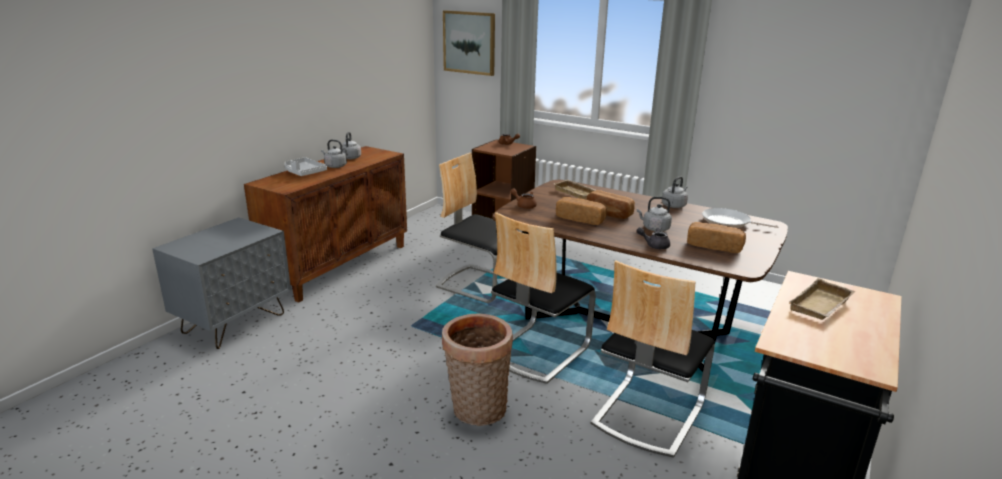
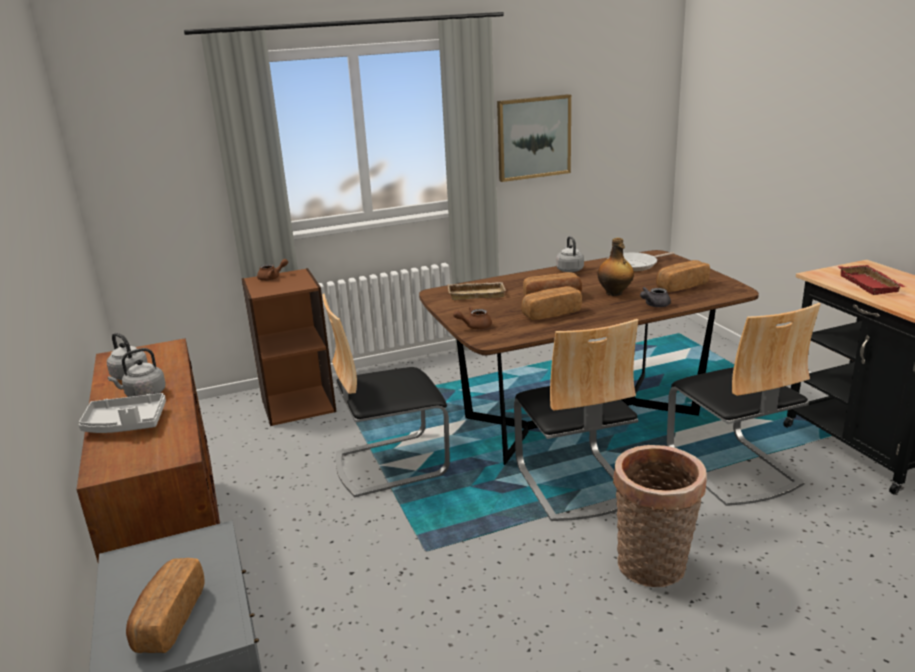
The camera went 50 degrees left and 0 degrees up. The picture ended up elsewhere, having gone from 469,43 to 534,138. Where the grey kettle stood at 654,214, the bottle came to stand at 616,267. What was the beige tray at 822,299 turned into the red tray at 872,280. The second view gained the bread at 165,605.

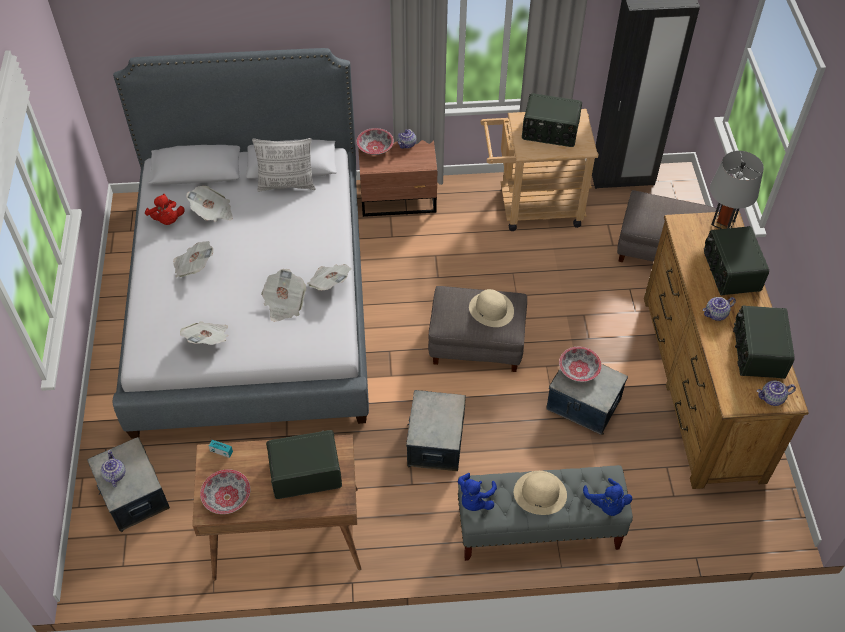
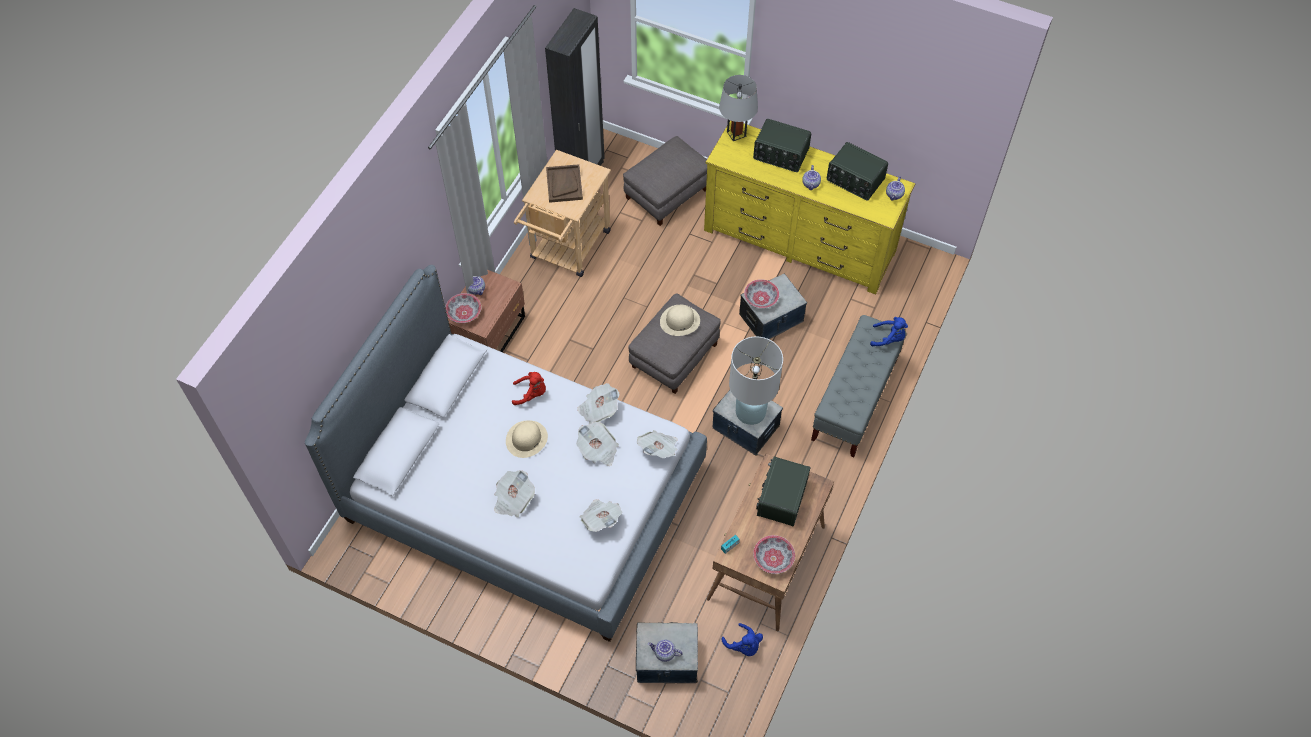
The camera went 60 degrees left and 5 degrees up. Where the radio stood at 552,120, the brown tray came to stand at 564,183. The second view lost the pillow at 284,165. The newspaper ended up elsewhere, having gone from 209,204 to 657,444. The red plush toy ended up elsewhere, having gone from 165,209 to 529,388. What was the brown dresser at 726,350 turned into the yellow dresser at 809,207. The beige hat ended up elsewhere, having gone from 540,493 to 527,439. The blue plush toy ended up elsewhere, having gone from 477,492 to 742,639. The second view gained the white table lamp at 756,381.

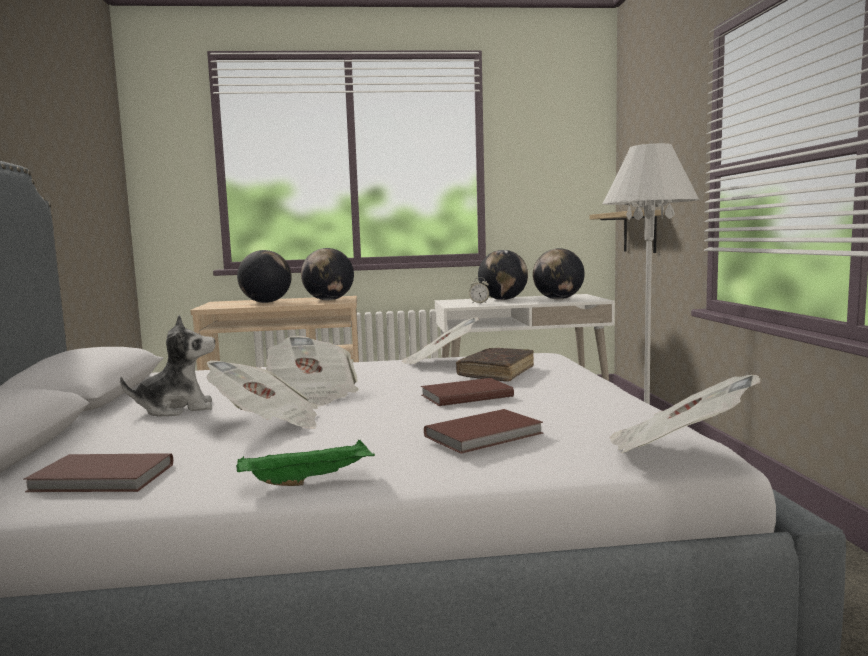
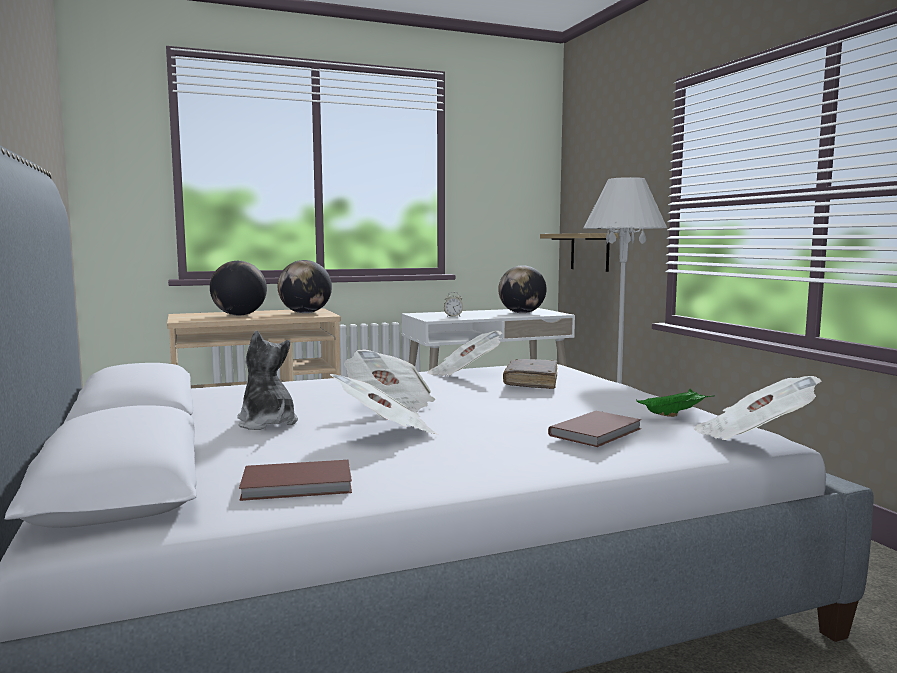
The camera went 15 degrees left and 0 degrees up. The second view lost the globe at 503,275. The plush toy at 167,366 ended up facing another way, 90 degrees counterclockwise from before. The second view lost the brown book at 467,392. The green tray ended up elsewhere, having gone from 305,463 to 675,403.

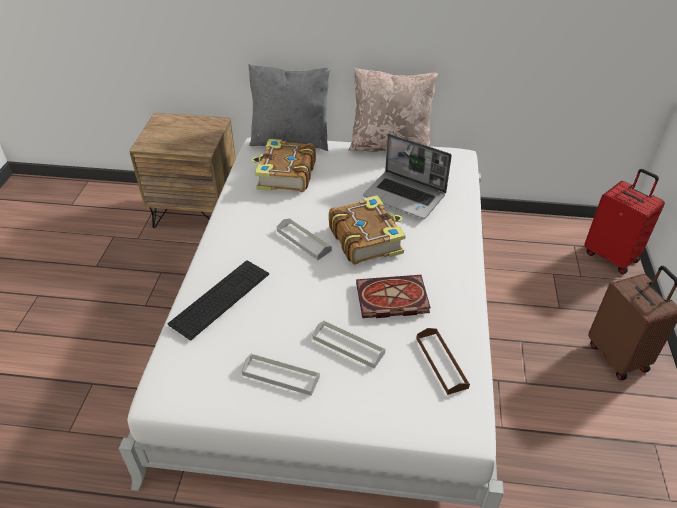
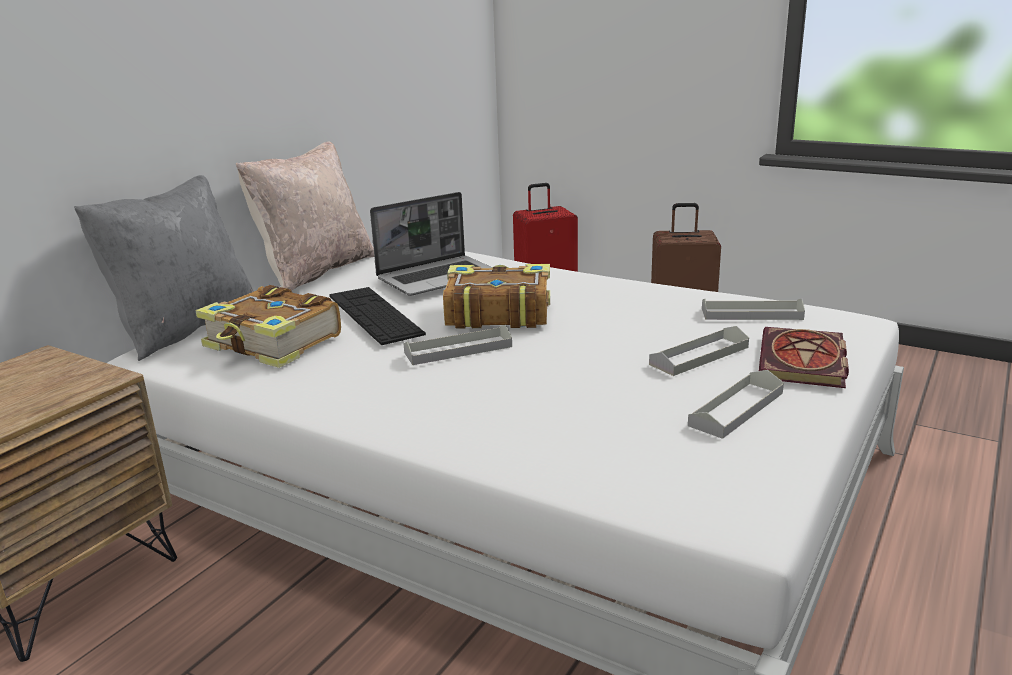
The camera went 65 degrees left and 20 degrees down. The keyboard ended up elsewhere, having gone from 218,300 to 377,316. The book ended up elsewhere, having gone from 393,296 to 804,357. What was the brown tray at 443,361 turned into the grey tray at 753,309.

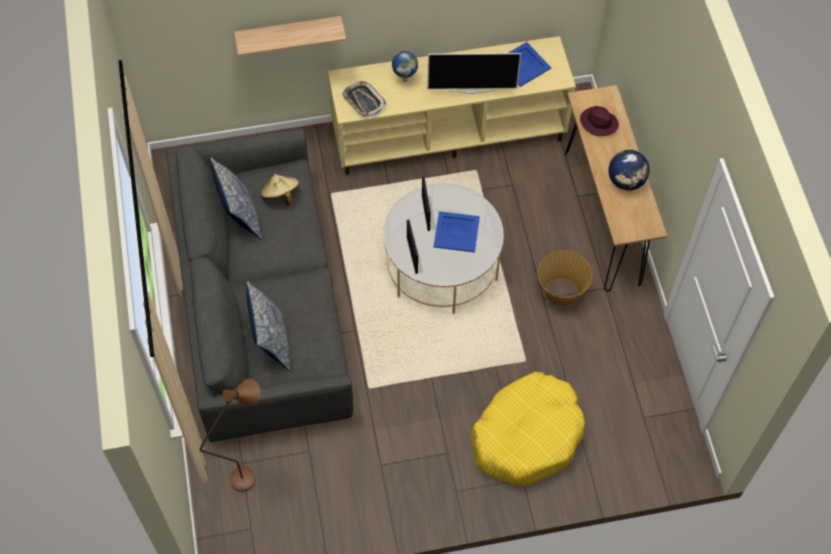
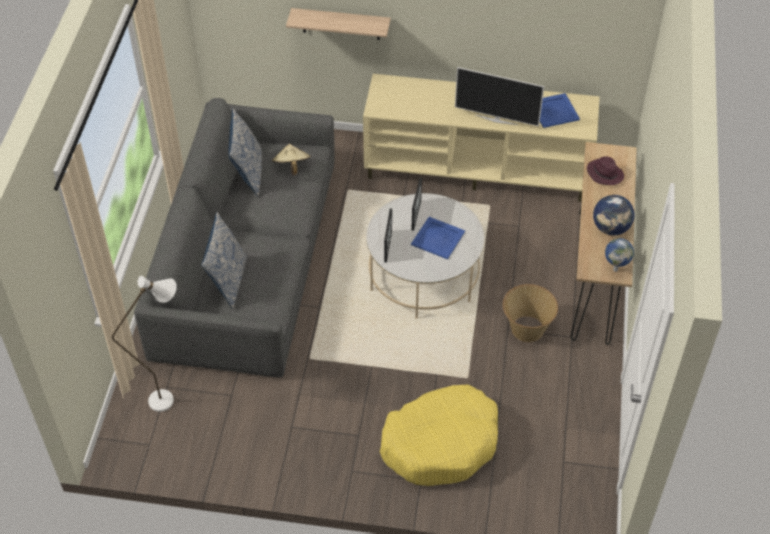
The camera went 20 degrees right and 10 degrees down. The globe ended up elsewhere, having gone from 405,66 to 619,255. The second view lost the tray at 364,99. What was the brown floor lamp at 230,435 turned into the white floor lamp at 144,344.

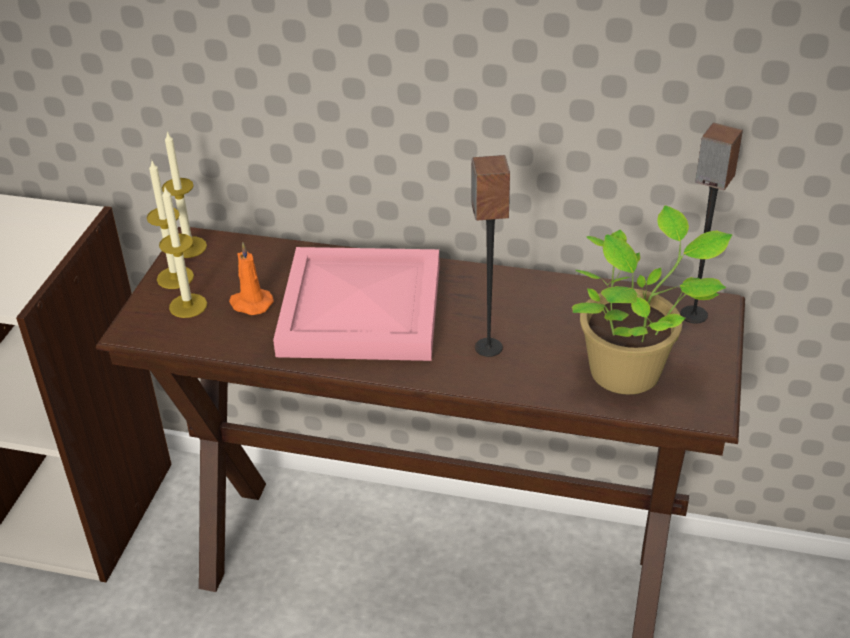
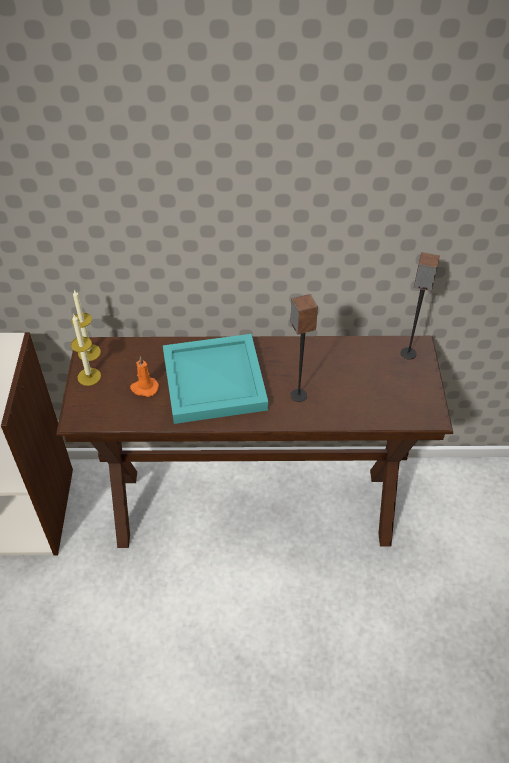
The camera went 15 degrees left and 10 degrees up. The second view lost the candle at 183,253. The second view lost the potted plant at 652,299. What was the pink tray at 356,304 turned into the turquoise tray at 215,379.

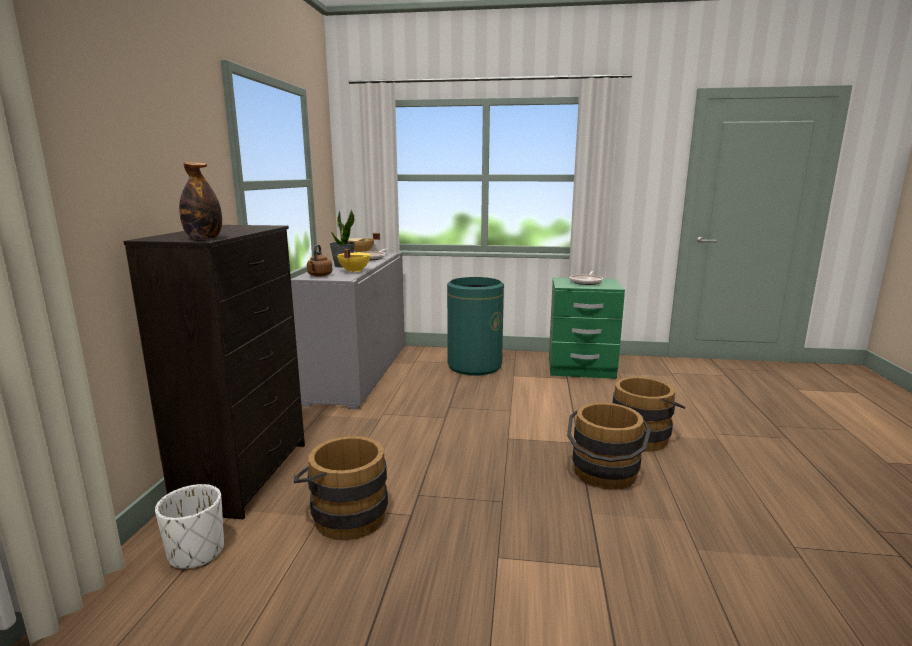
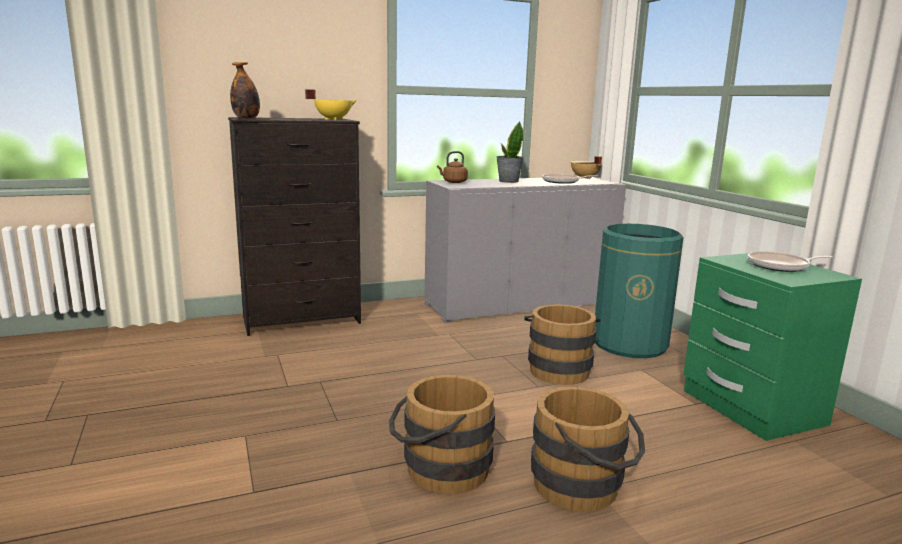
The camera went 60 degrees right and 0 degrees up. The yellow cooking pot ended up elsewhere, having gone from 353,261 to 330,104. The brown bucket ended up elsewhere, having gone from 341,488 to 562,344. The second view lost the white planter at 189,526.

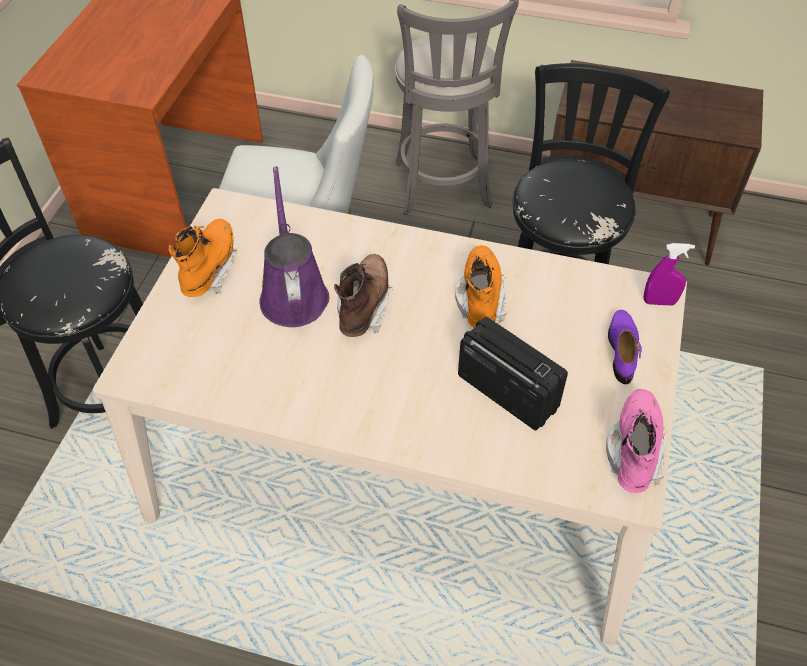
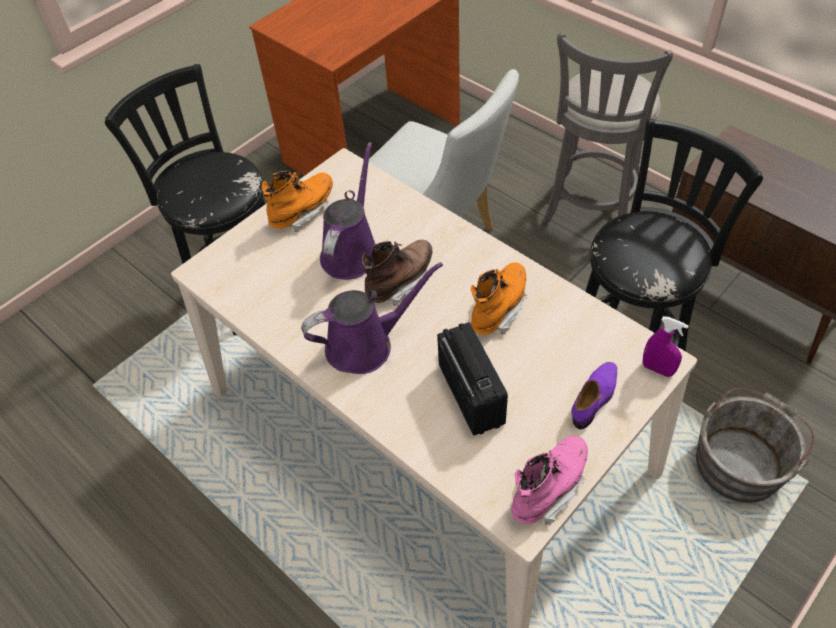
The camera went 30 degrees right and 0 degrees up. The second view gained the purple watering can at 372,318. The second view gained the grey bucket at 755,445.

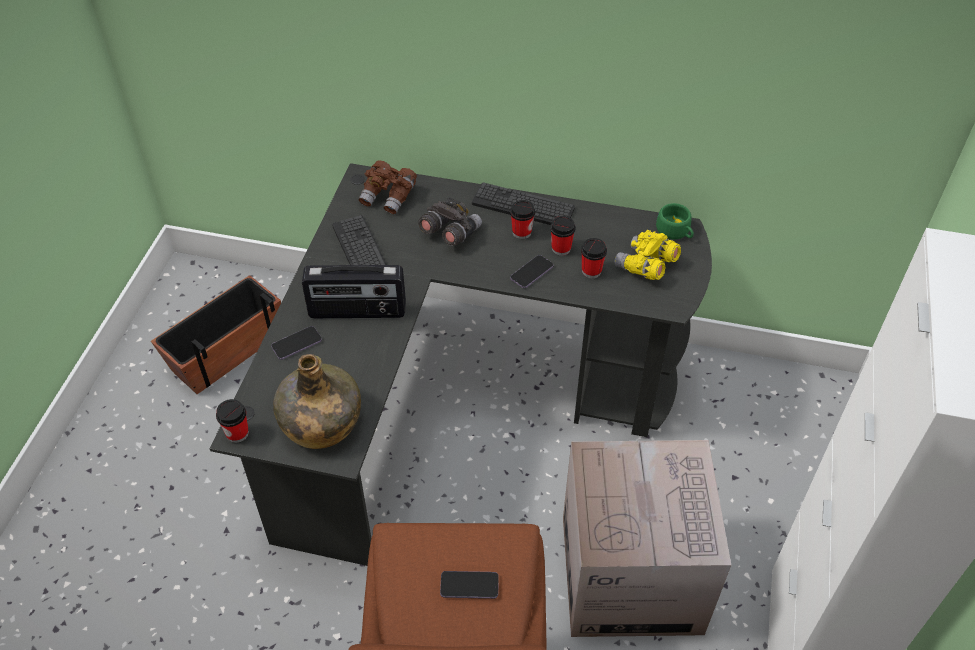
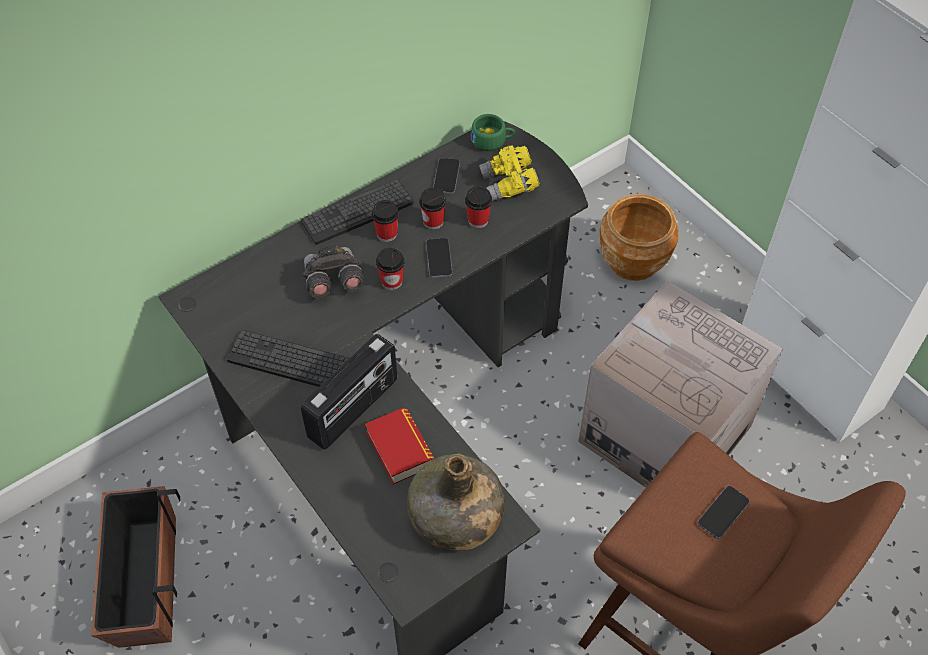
The camera went 50 degrees left and 5 degrees up. The second view lost the brown binoculars at 387,187. The phone ended up elsewhere, having gone from 296,343 to 446,176. The cup ended up elsewhere, having gone from 232,421 to 390,269. The second view gained the brown planter at 639,237. The second view gained the book at 399,446.

